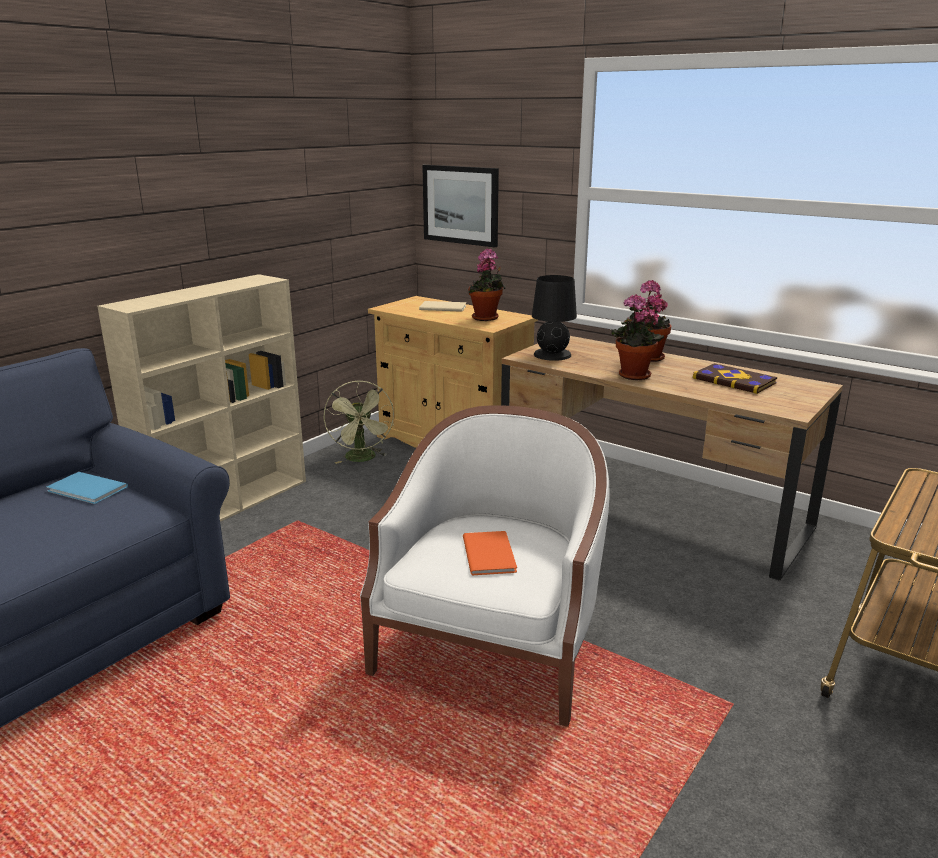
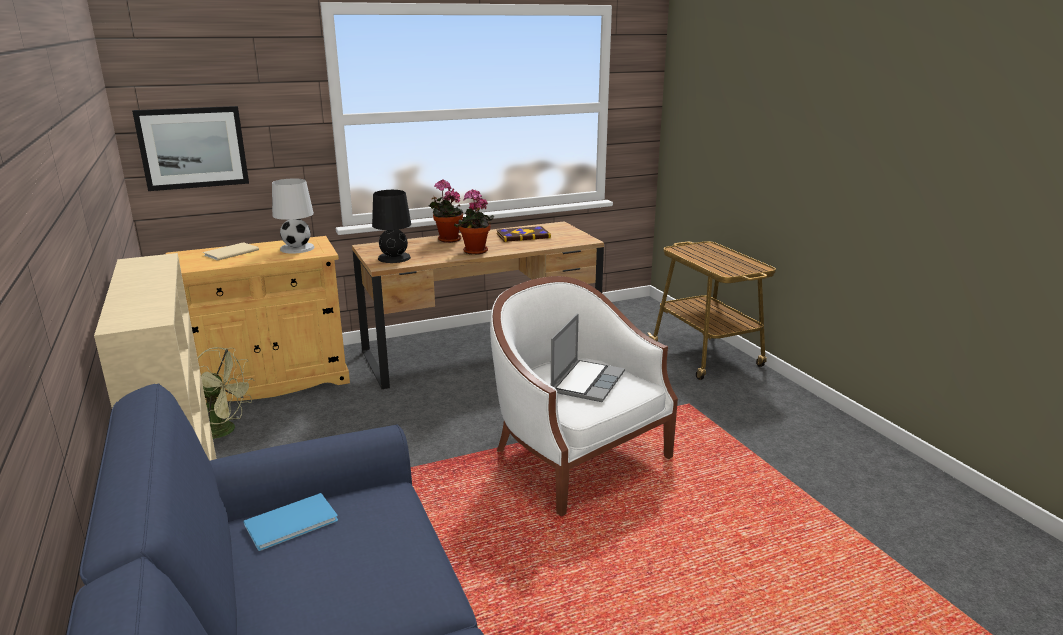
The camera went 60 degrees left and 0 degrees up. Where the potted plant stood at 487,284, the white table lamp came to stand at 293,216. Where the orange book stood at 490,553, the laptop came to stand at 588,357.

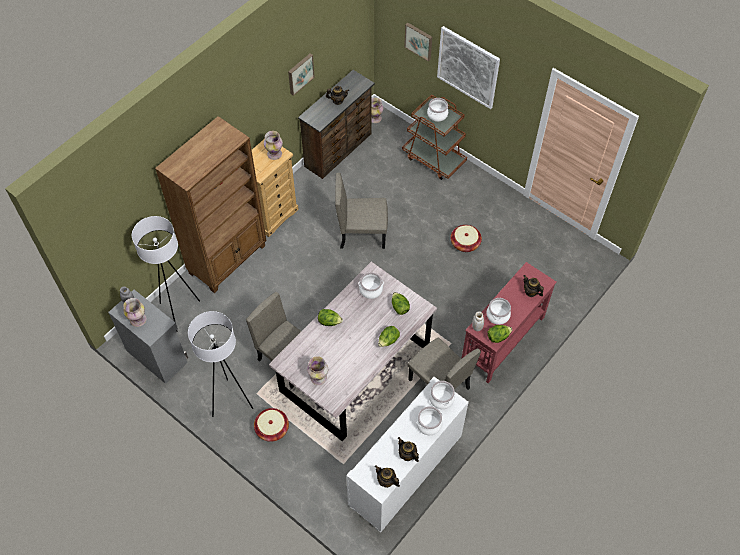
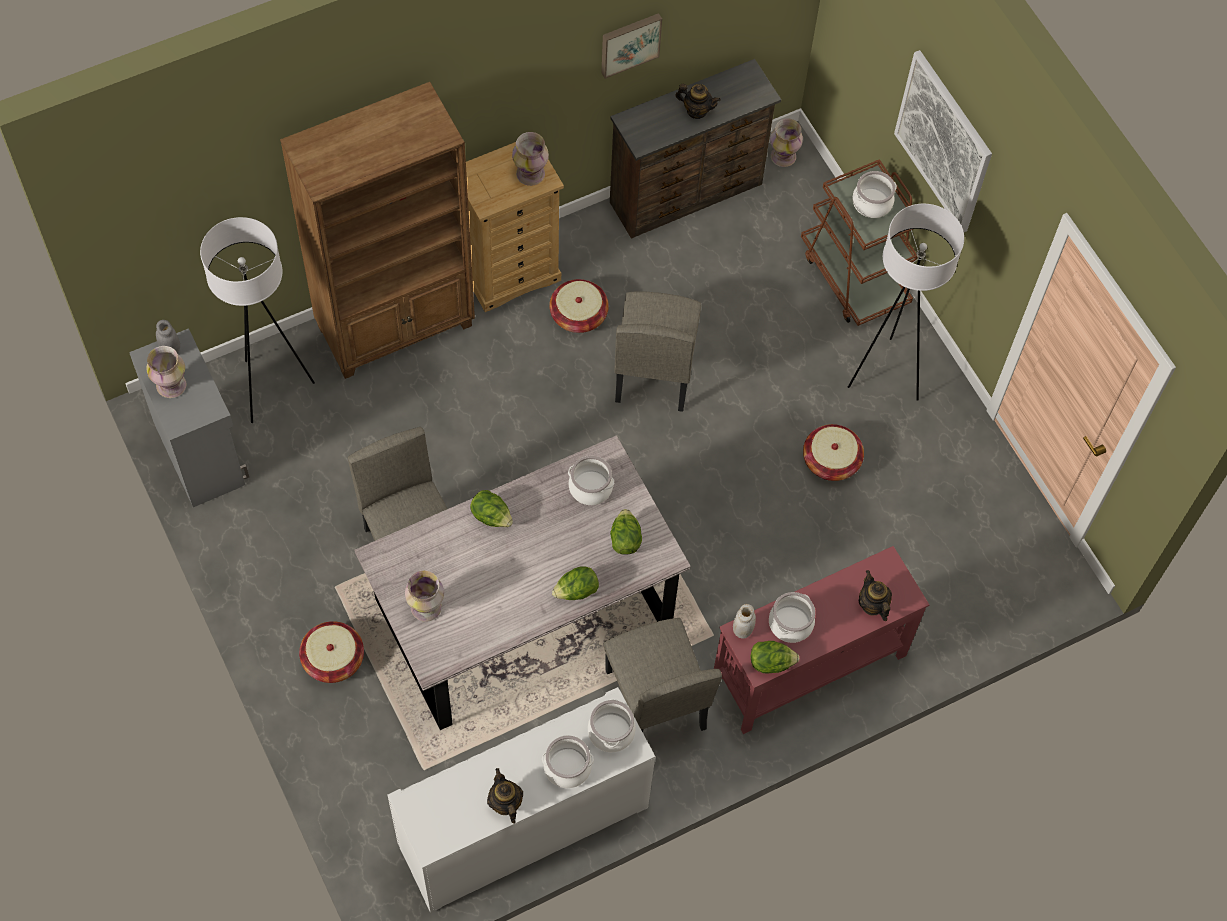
The camera went 20 degrees right and 5 degrees up. The second view lost the picture at 418,42. The beige chair at 361,211 ended up facing another way, 105 degrees counterclockwise from before. The white floor lamp ended up elsewhere, having gone from 220,364 to 906,302. The second view lost the teapot at 387,476. The second view gained the basket at 579,306.

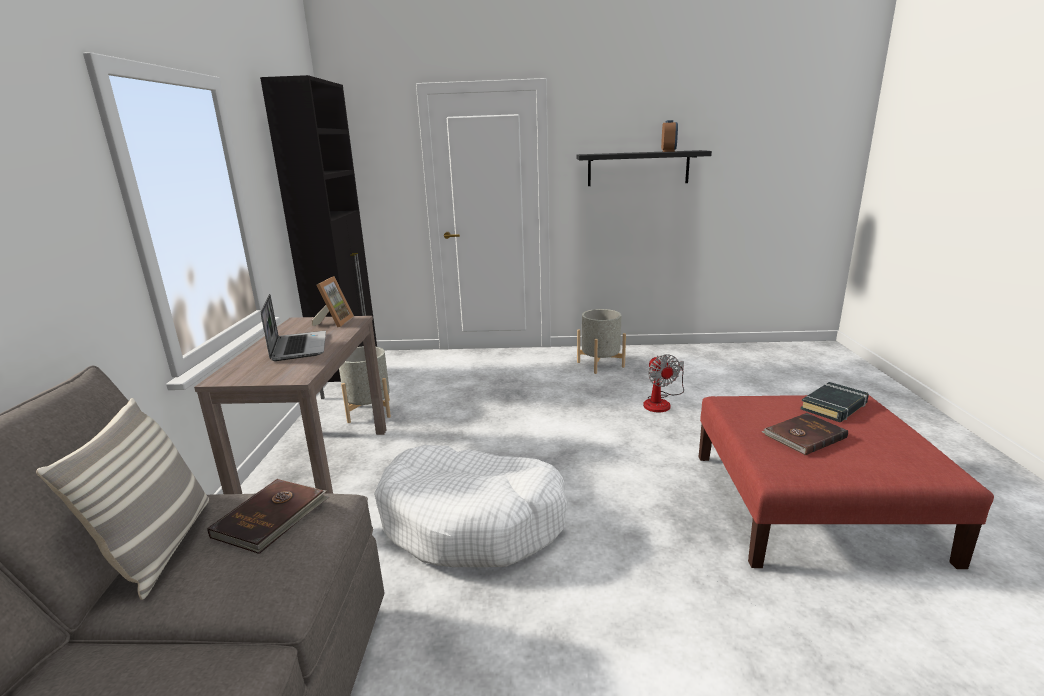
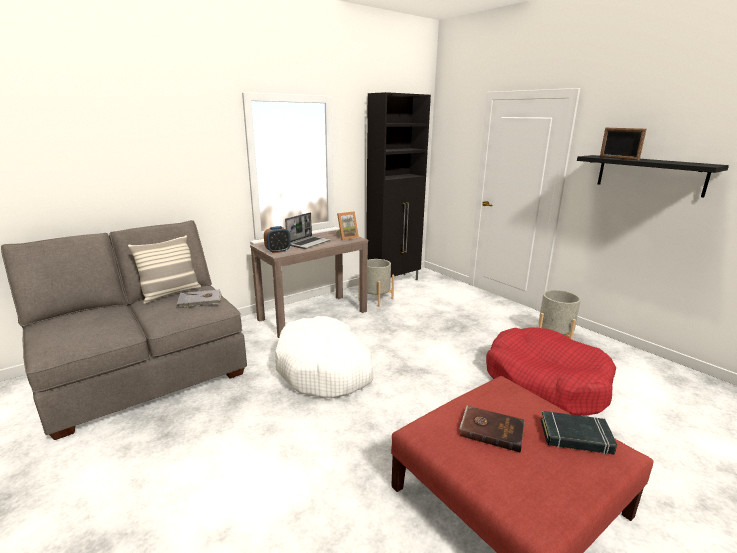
The camera went 50 degrees right and 0 degrees up. The alarm clock ended up elsewhere, having gone from 669,136 to 277,239. Where the fan stood at 663,383, the red dog bed came to stand at 551,371. What was the brown book at 268,516 turned into the grey book at 199,299. The second view gained the picture frame at 623,144.

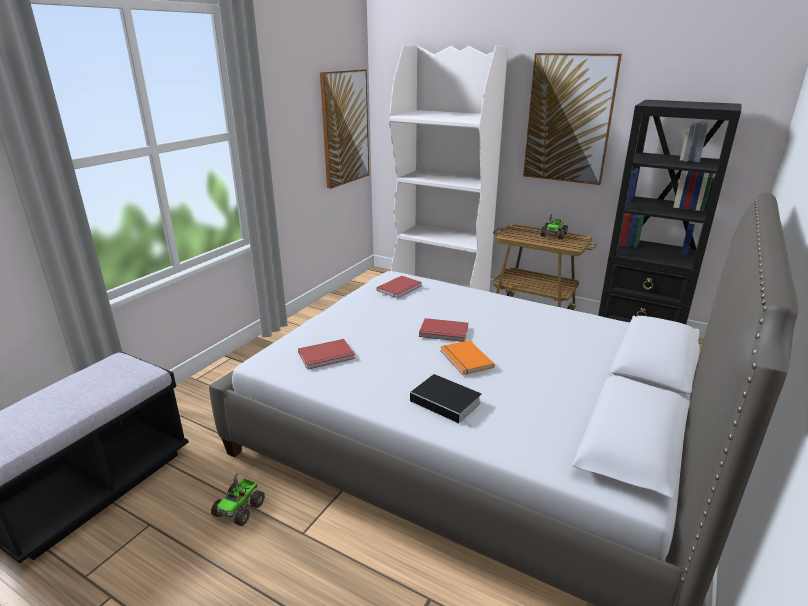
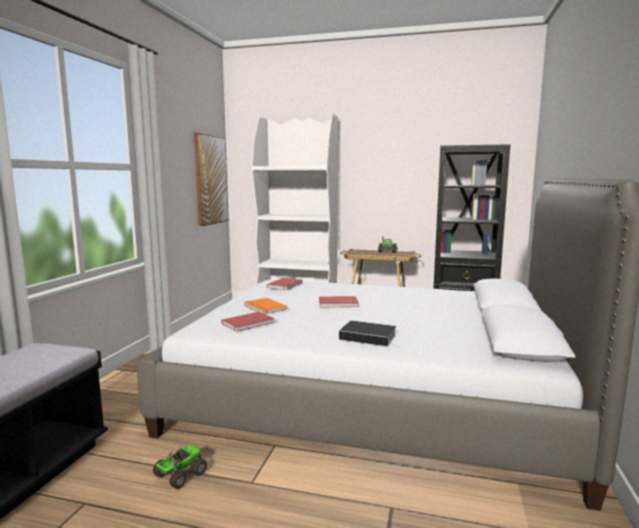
The camera went 15 degrees left and 15 degrees down. The second view lost the picture at 572,119. The orange book ended up elsewhere, having gone from 467,357 to 265,306. The toy truck at 238,499 ended up facing another way, 150 degrees counterclockwise from before.

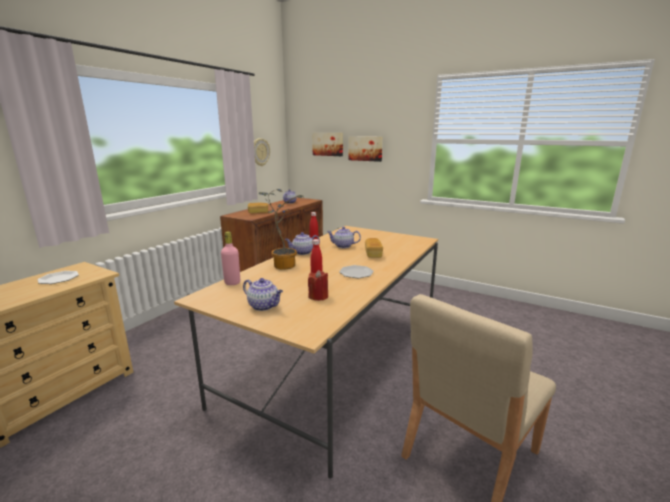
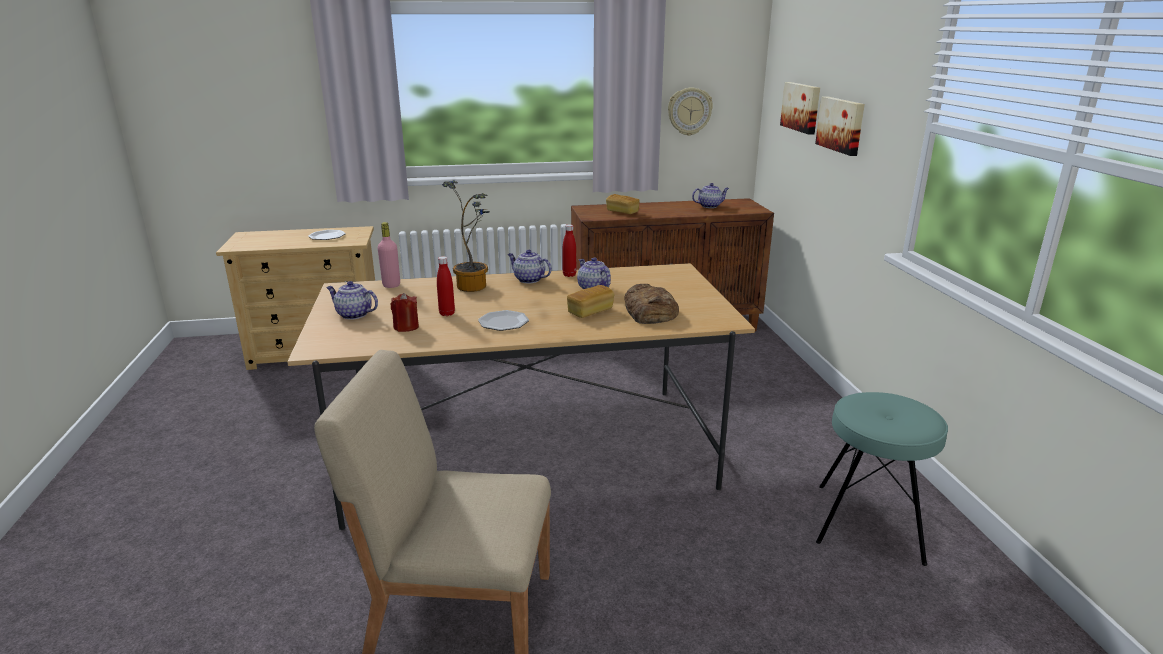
The camera went 50 degrees right and 5 degrees up. The teapot at 263,294 ended up facing another way, 120 degrees clockwise from before. The second view gained the bread at 651,304. The second view gained the turquoise stool at 882,479.

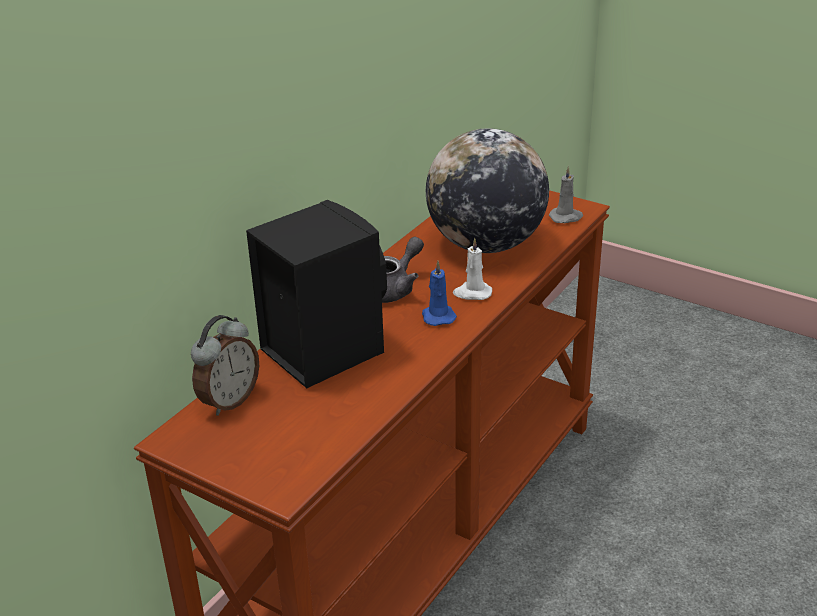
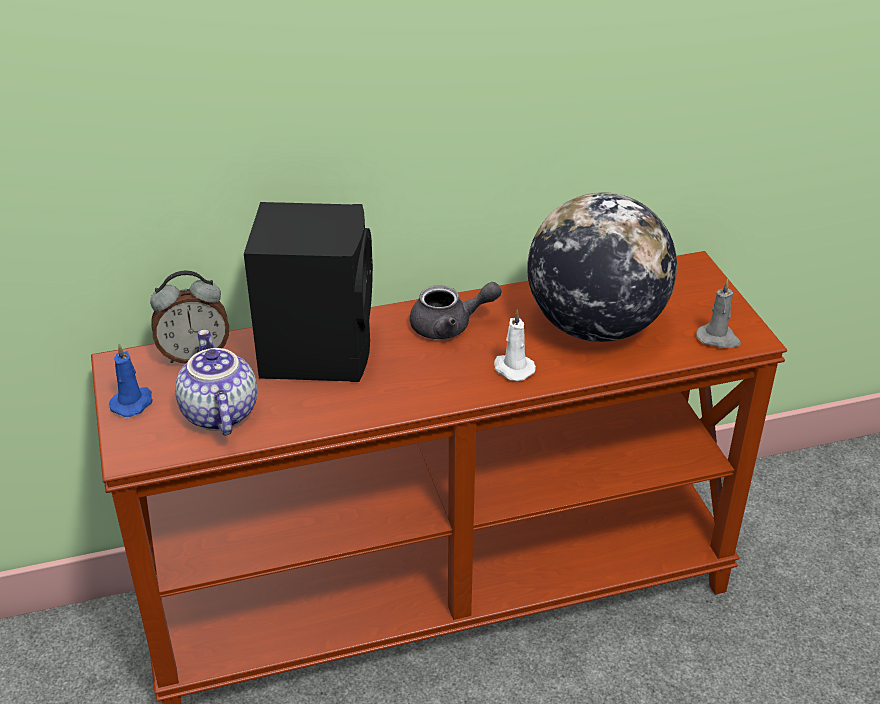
The camera went 40 degrees right and 5 degrees up. The blue candle ended up elsewhere, having gone from 439,293 to 131,380. The second view gained the teapot at 216,382.

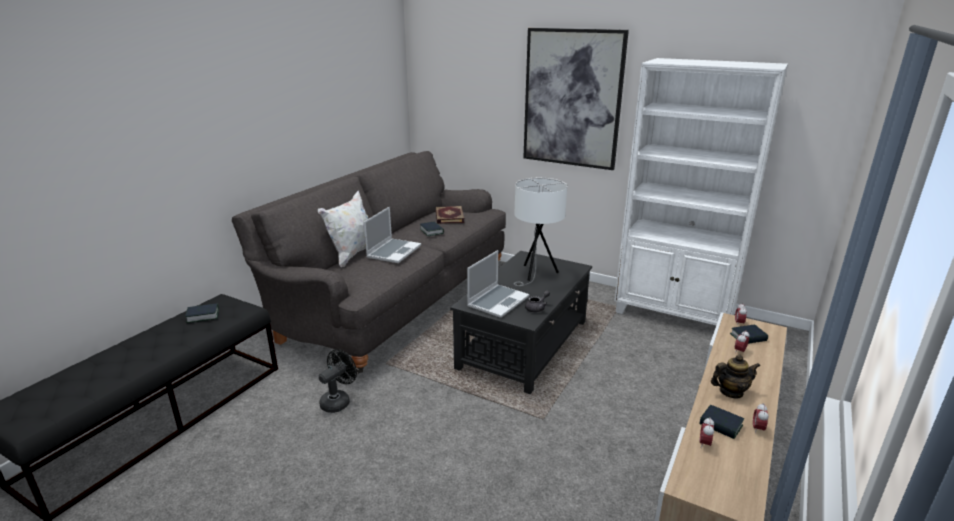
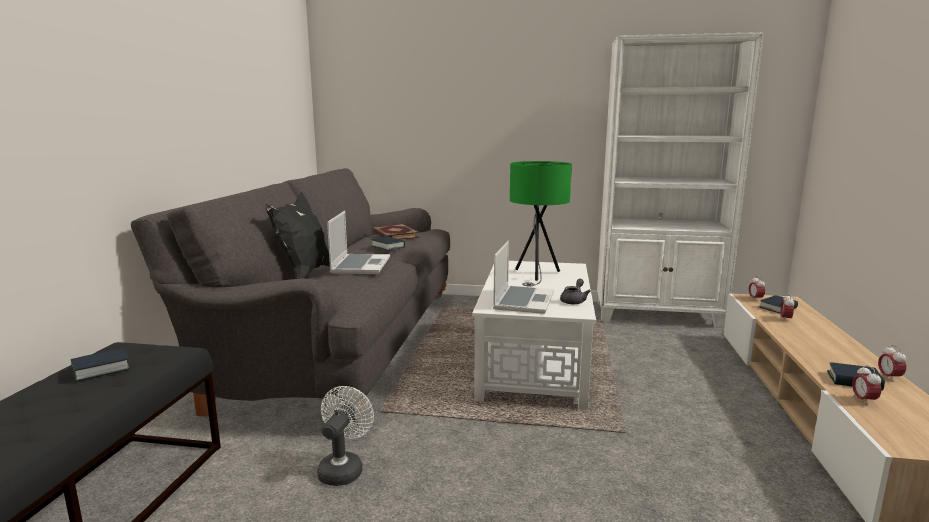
The camera went 20 degrees left and 10 degrees down. The second view lost the picture at 576,99. What was the white table lamp at 540,232 turned into the green table lamp at 541,224. What was the white pillow at 343,229 turned into the black pillow at 298,235. What was the black coffee table at 521,322 turned into the white coffee table at 534,335. What was the black fan at 338,381 turned into the white fan at 345,436. The second view lost the teapot at 735,377.

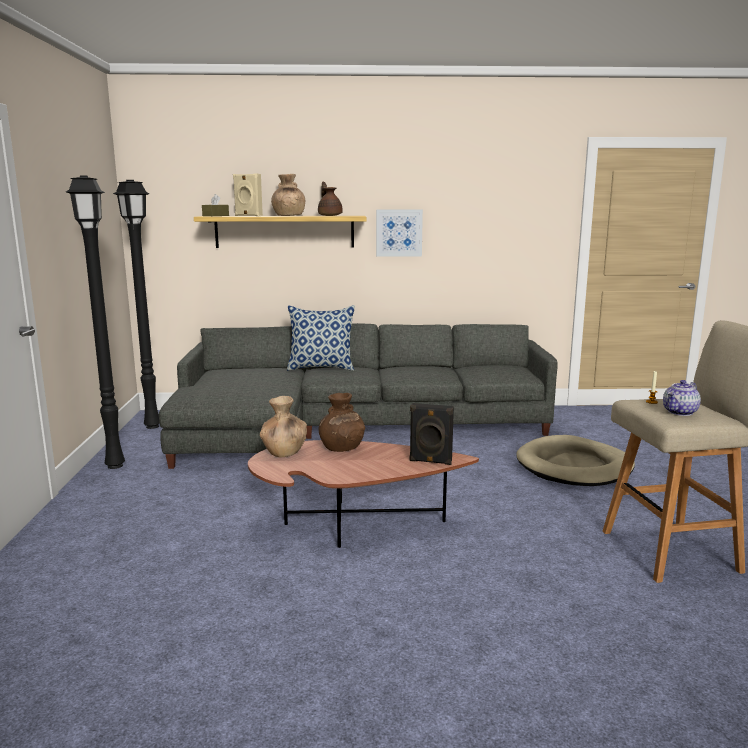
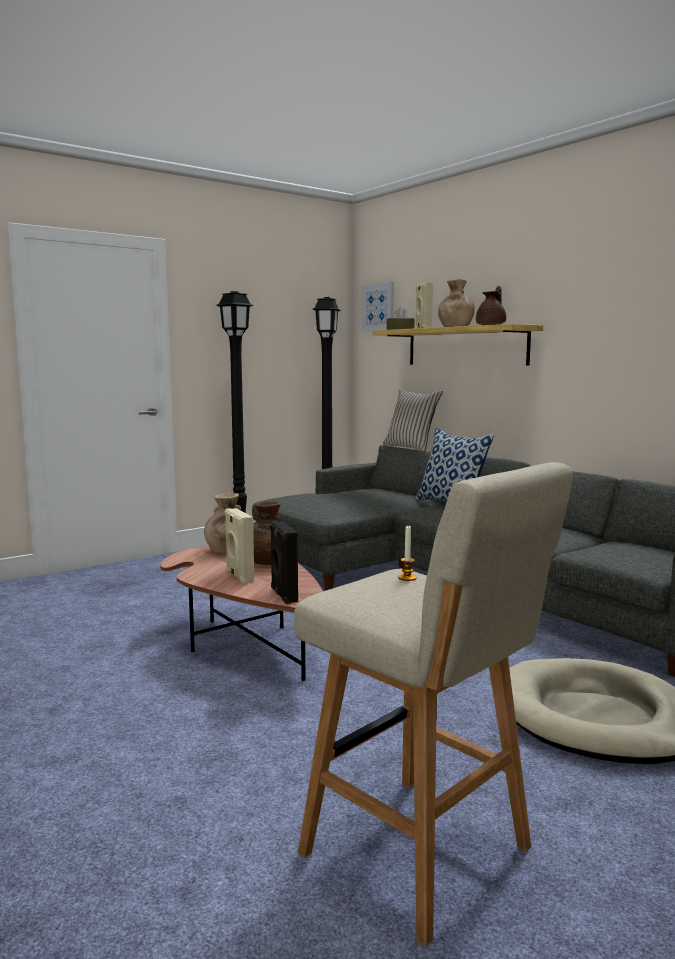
The camera went 55 degrees right and 5 degrees down. The picture ended up elsewhere, having gone from 399,233 to 377,306. The second view lost the teapot at 682,398. The second view gained the beige pillow at 413,420. The second view gained the beige speaker at 239,545.

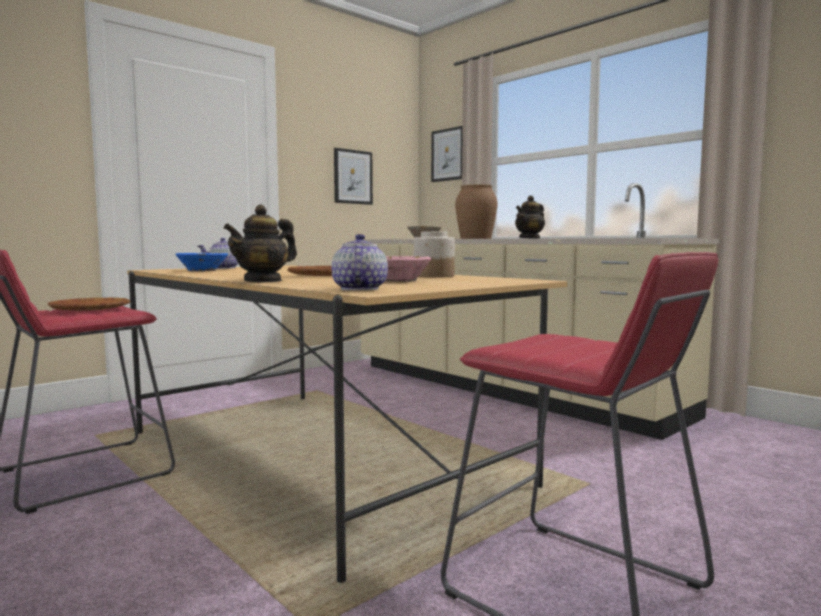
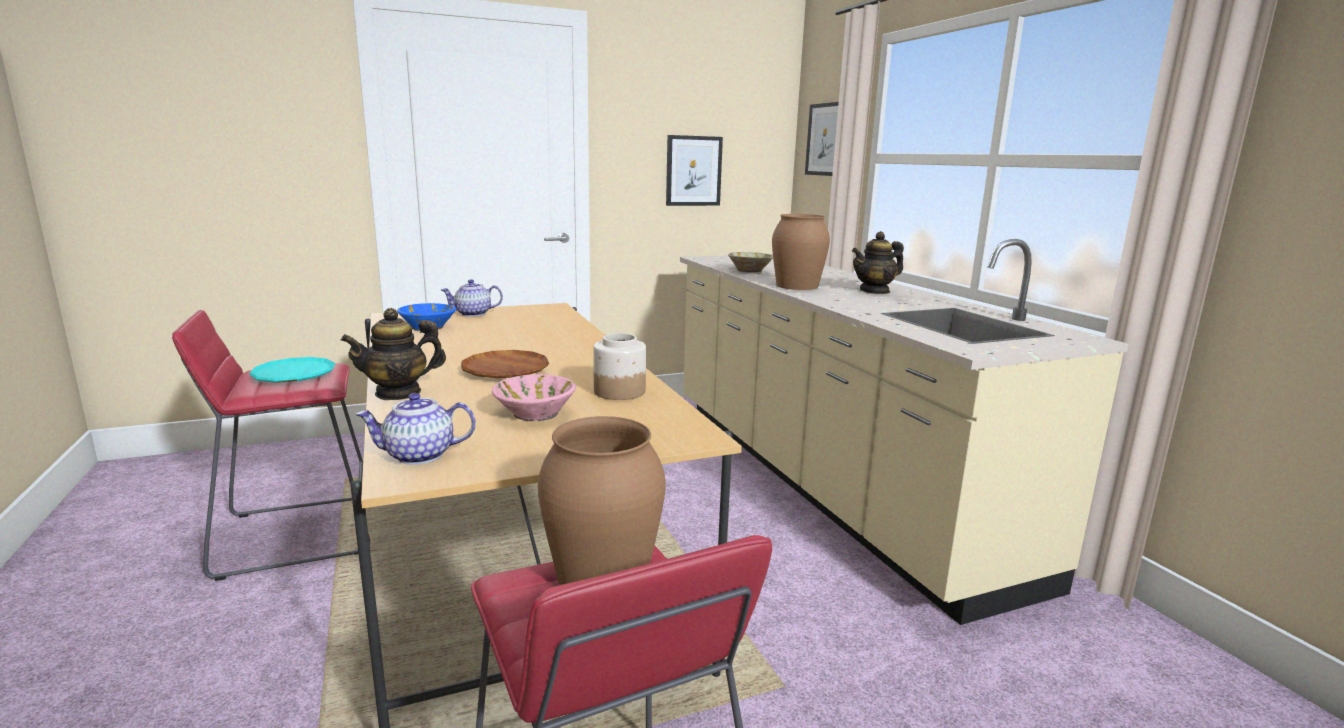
The camera went 20 degrees right and 10 degrees up. The teapot at 360,262 ended up facing another way, 120 degrees counterclockwise from before. What was the brown plate at 89,304 turned into the turquoise plate at 292,370. The second view gained the brown vase at 602,500.

